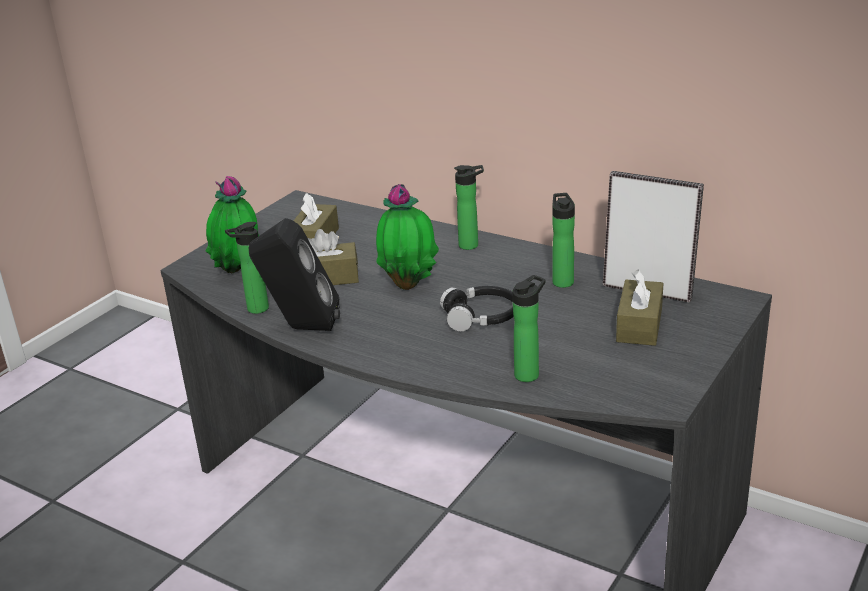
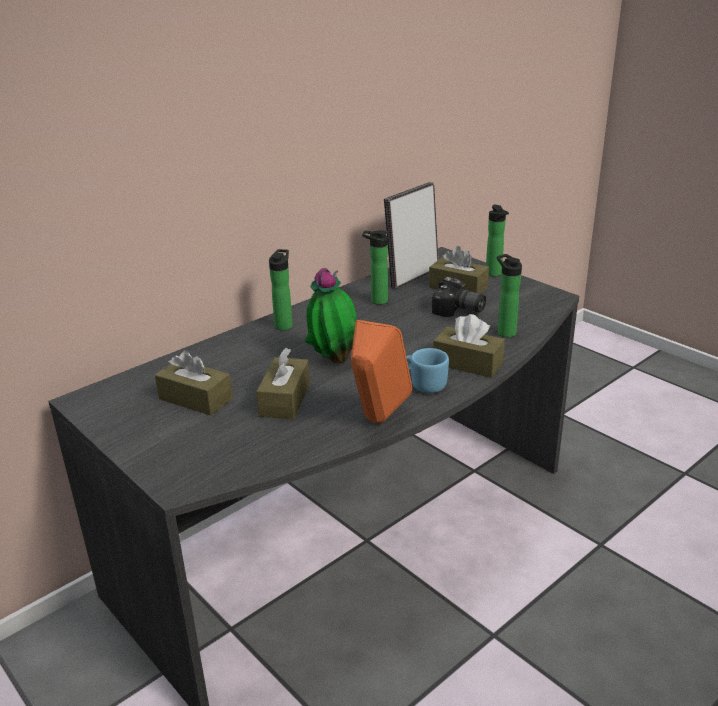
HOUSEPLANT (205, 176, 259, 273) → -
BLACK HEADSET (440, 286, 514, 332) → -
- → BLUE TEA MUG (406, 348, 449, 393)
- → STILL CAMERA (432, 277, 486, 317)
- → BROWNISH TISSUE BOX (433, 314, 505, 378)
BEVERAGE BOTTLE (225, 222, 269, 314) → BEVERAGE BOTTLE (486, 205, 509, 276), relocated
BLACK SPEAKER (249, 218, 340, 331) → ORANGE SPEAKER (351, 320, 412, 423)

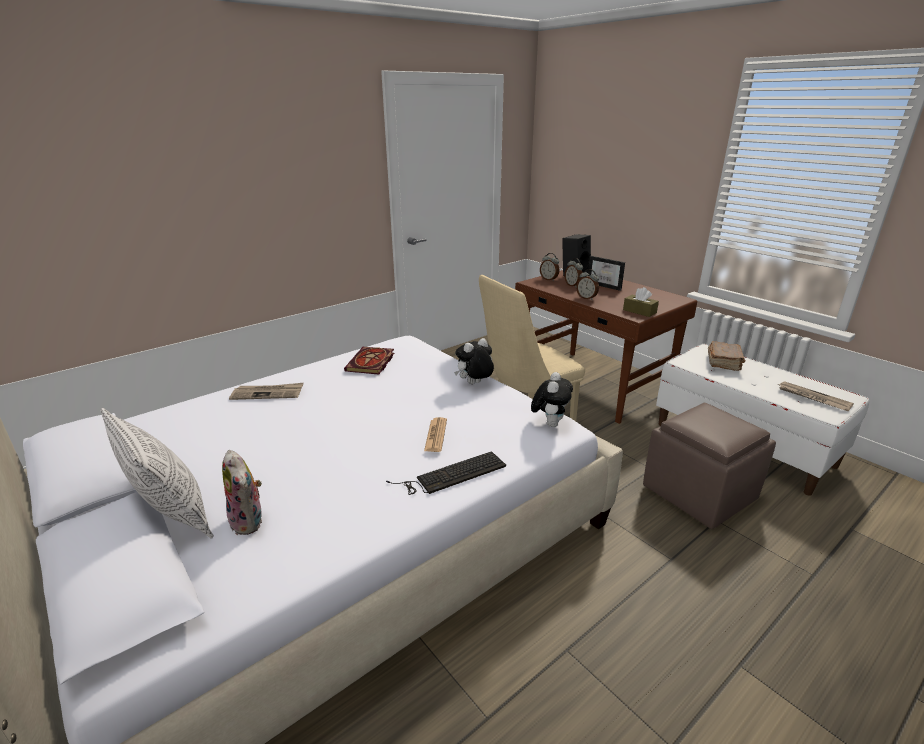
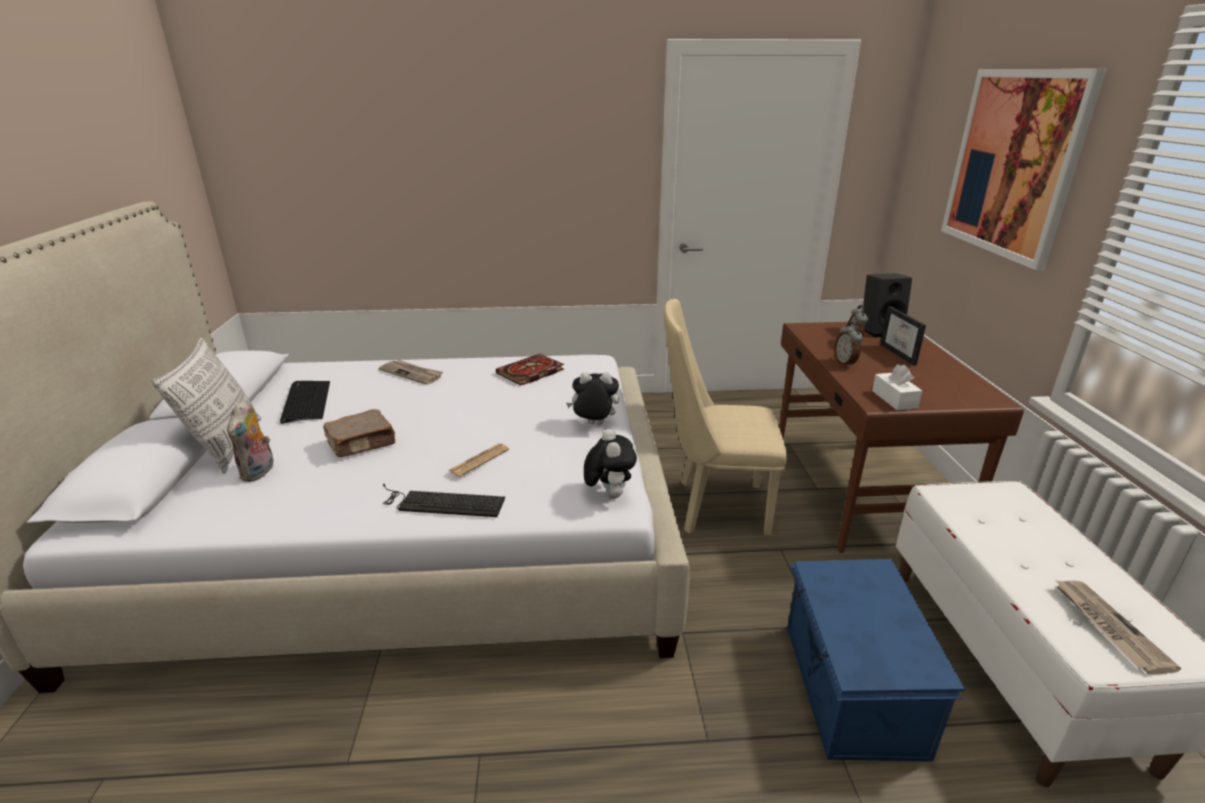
BEDSIDE CLOCK (540, 253, 559, 281) → -
- → COMPUTER KEYBOARD (280, 381, 330, 424)
- → PICTURE (941, 69, 1107, 270)
BROWNISH VOLUME (708, 341, 745, 371) → BROWNISH VOLUME (323, 409, 396, 457), relocated
BROWNISH POUFFE (643, 403, 776, 529) → BLUE STORAGE BOX (787, 559, 965, 762)
BROWNISH TISSUE BOX (623, 287, 659, 317) → WHITISH TISSUE BOX (872, 364, 922, 410)
CUDDLY TOY (531, 372, 573, 427) → CUDDLY TOY (584, 429, 637, 499), 60 degrees counterclockwise

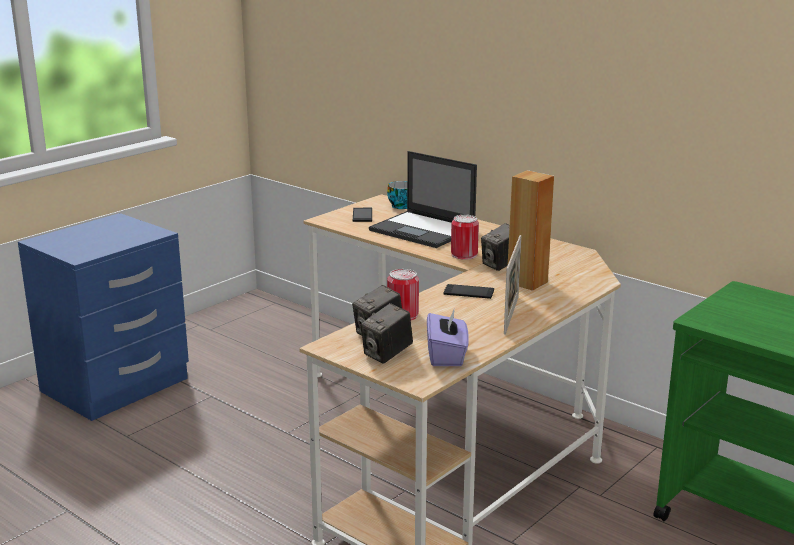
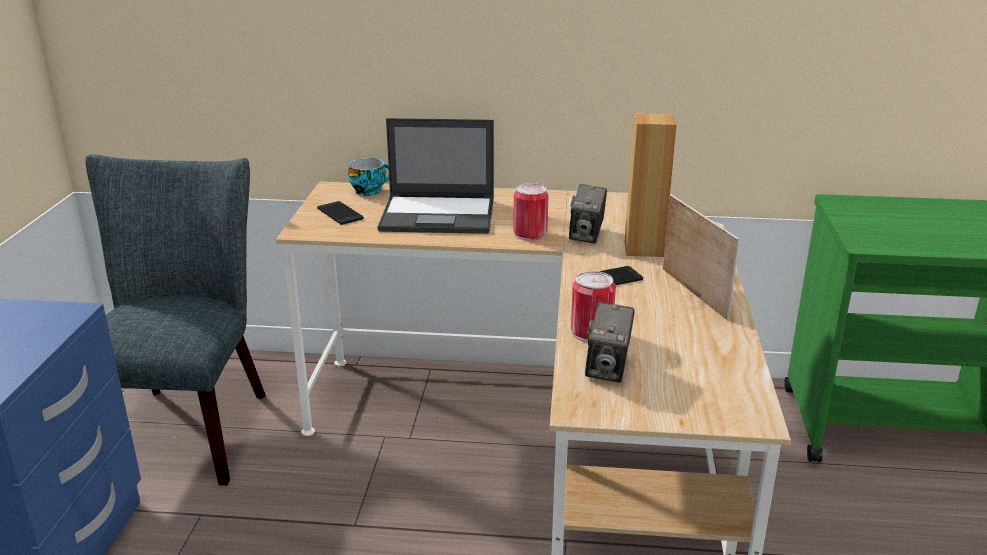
STILL CAMERA (361, 303, 413, 364) → -
PURPLISH TISSUE BOX (427, 307, 469, 366) → -
- → GREY UPRIGHT CHAIR (85, 154, 266, 486)

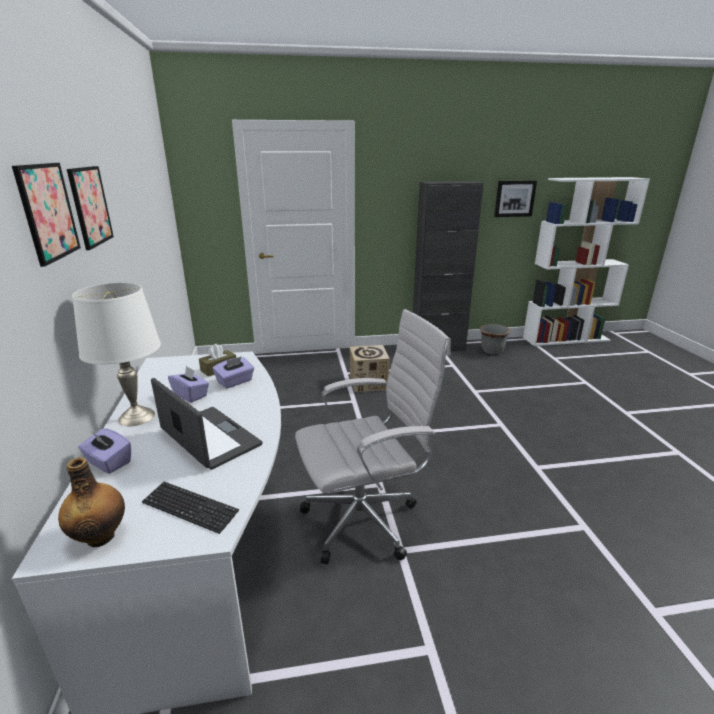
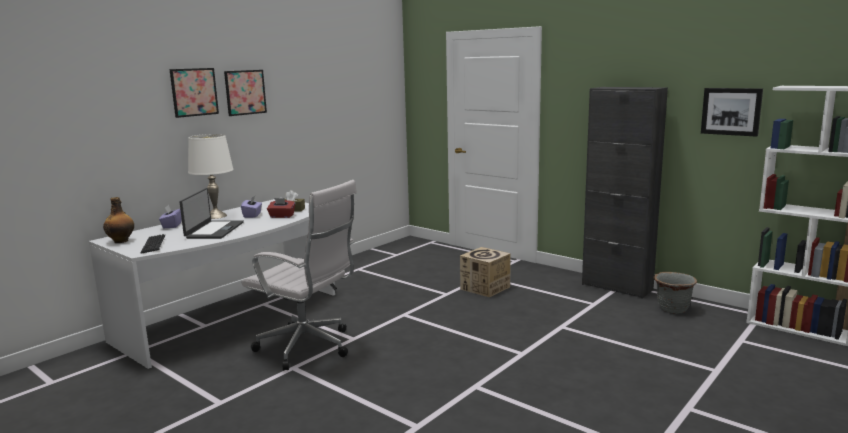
PURPLISH TISSUE BOX (212, 357, 254, 388) → REDDISH TISSUE BOX (267, 198, 295, 218)

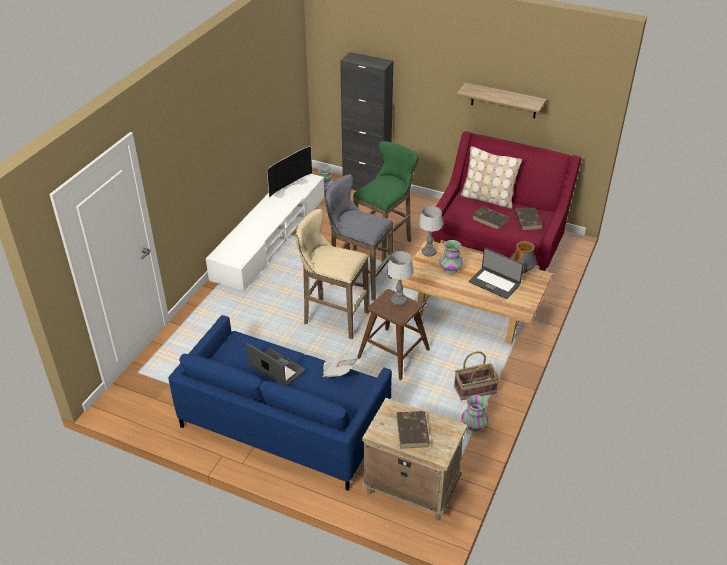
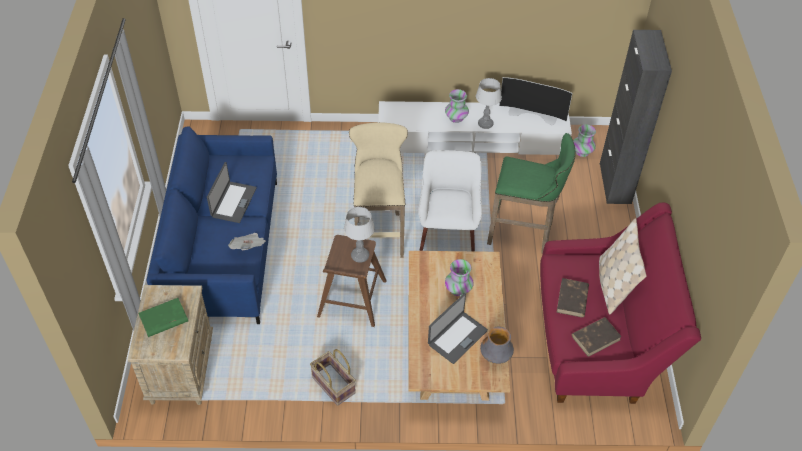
WALL SHELF (456, 83, 547, 118) → -
TABLE LAMP (418, 206, 443, 256) → TABLE LAMP (476, 78, 502, 129), relocated
VASE (462, 395, 488, 431) → VASE (445, 89, 469, 123), relocated
GREY STOOL SEAT (325, 174, 393, 301) → WHITISH LOUNGE CHAIR (419, 150, 482, 251)
BROWNISH VOLUME (396, 411, 430, 449) → GREENISH VOLUME (138, 298, 188, 337)
NOTEBOOK COMPUTER (469, 248, 524, 299) → NOTEBOOK COMPUTER (428, 293, 488, 364), 150 degrees counterclockwise

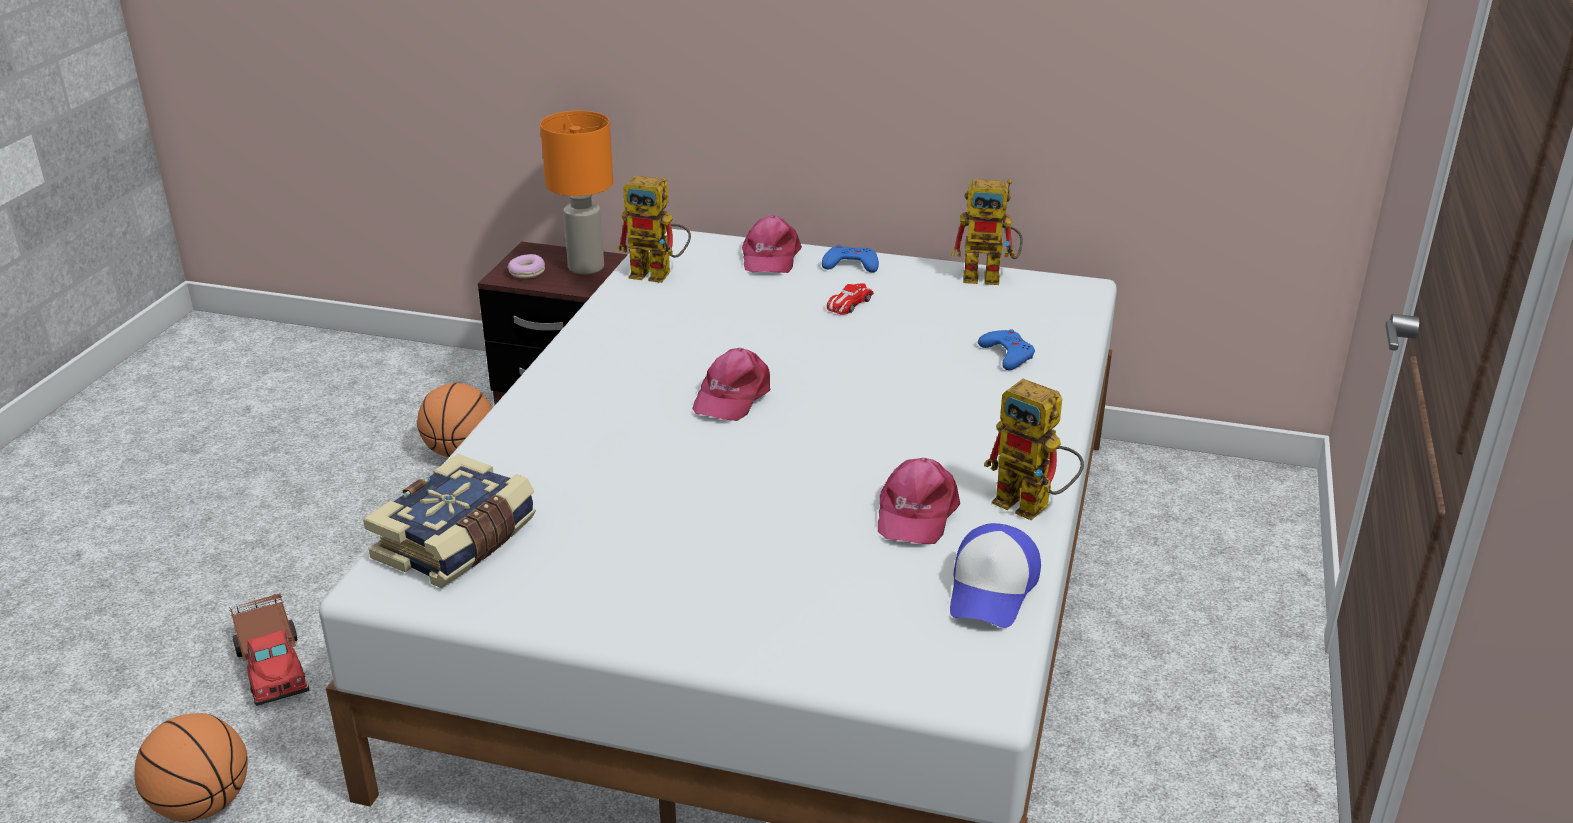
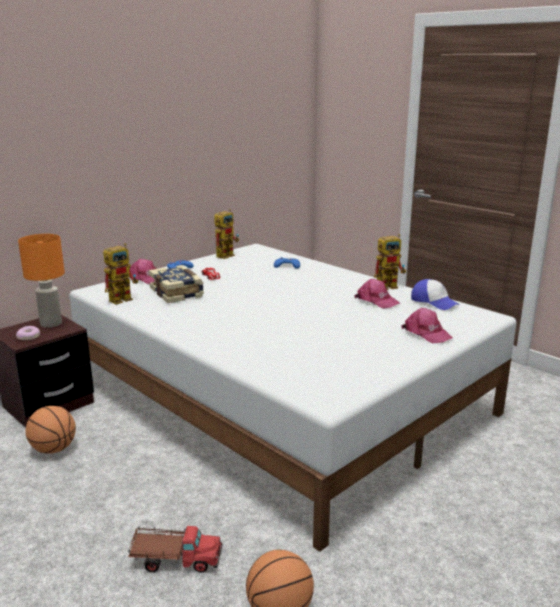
VOLUME (363, 454, 536, 588) → VOLUME (149, 265, 204, 303), relocated
PINK-COLOURED BASEBALL CAP (692, 348, 771, 421) → PINK-COLOURED BASEBALL CAP (402, 308, 453, 343), relocated

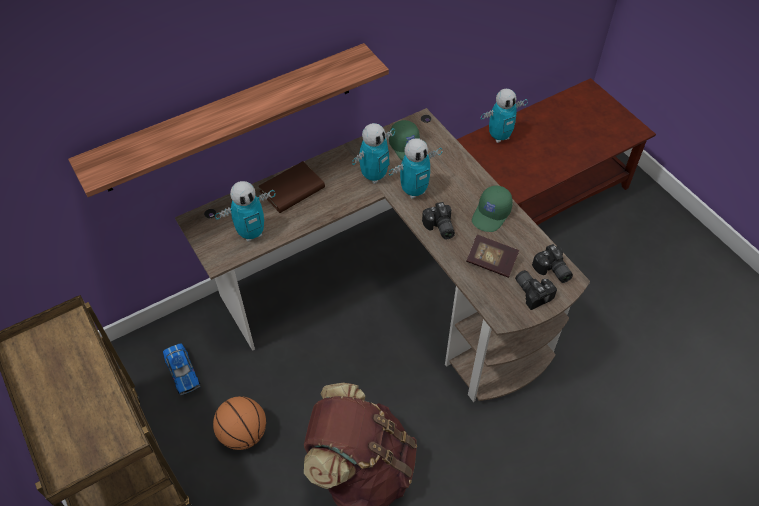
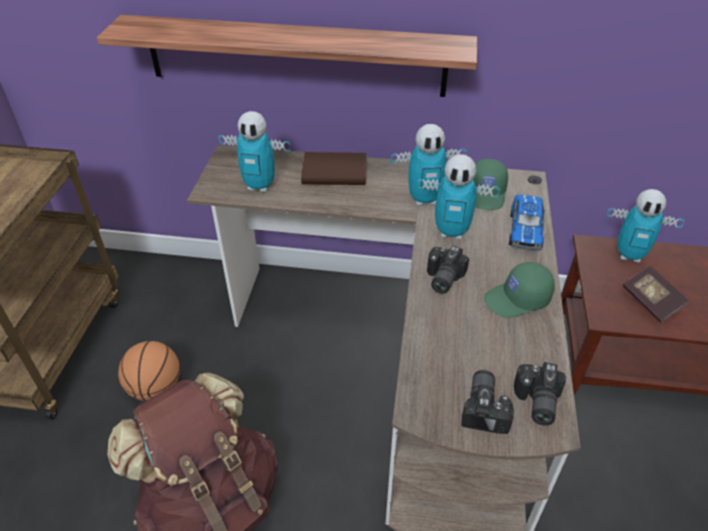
TOY CAR (163, 343, 200, 396) → TOY CAR (509, 195, 545, 250), relocated
VOLUME (466, 235, 519, 278) → VOLUME (623, 266, 689, 323), relocated

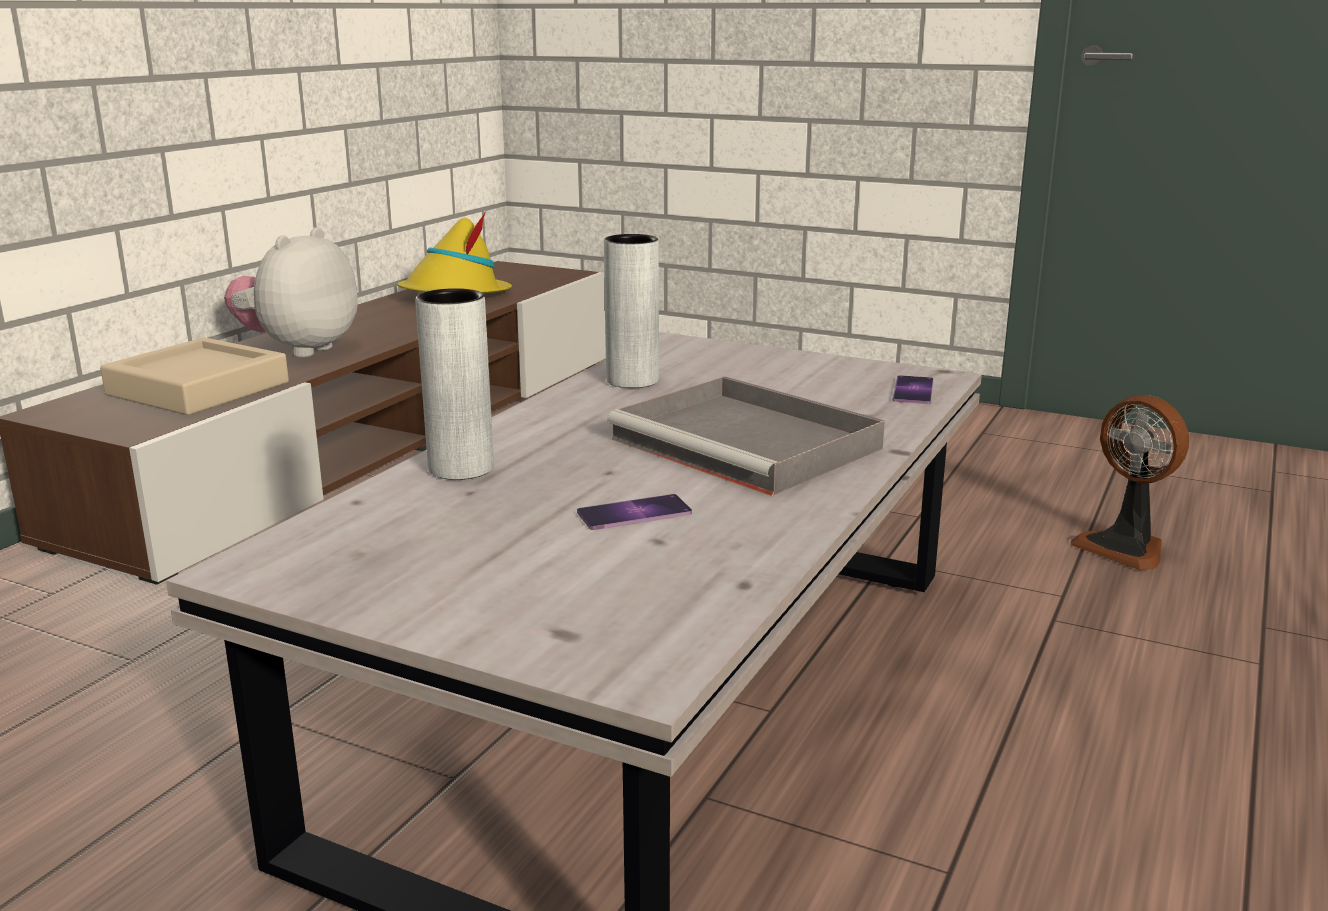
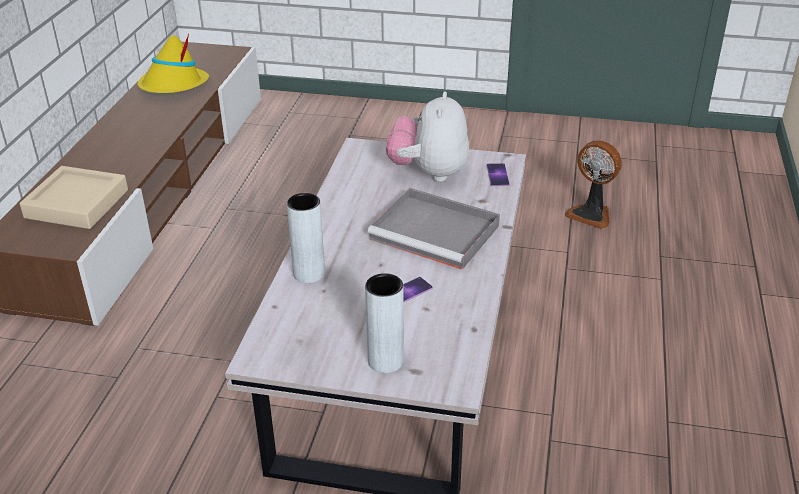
CUDDLY TOY (224, 227, 358, 358) → CUDDLY TOY (386, 91, 469, 182), relocated
GREY VASE (604, 234, 659, 388) → GREY VASE (365, 273, 404, 373), relocated

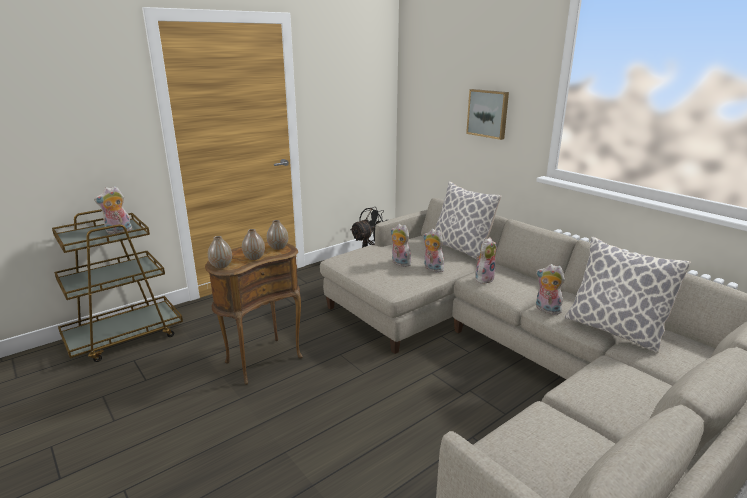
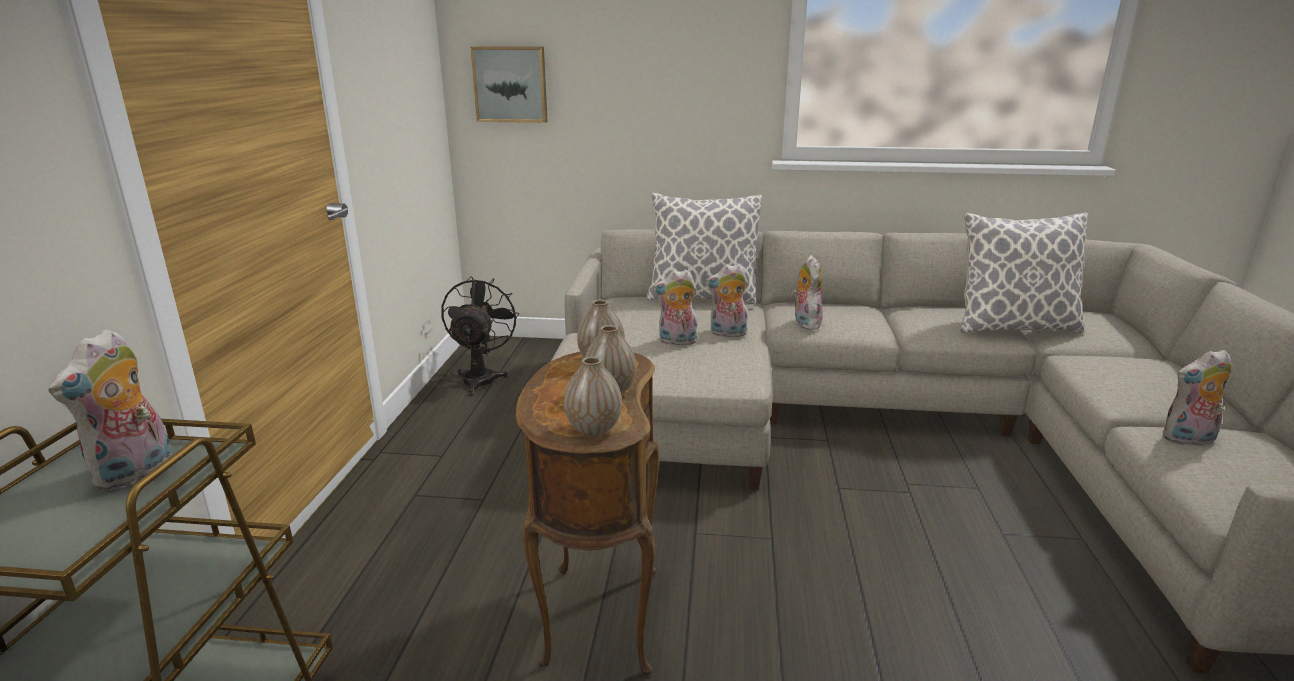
PICTURE (466, 89, 509, 140) → PICTURE (471, 46, 548, 123), relocated
CUDDLY TOY (536, 264, 565, 315) → CUDDLY TOY (1162, 350, 1232, 446), relocated

